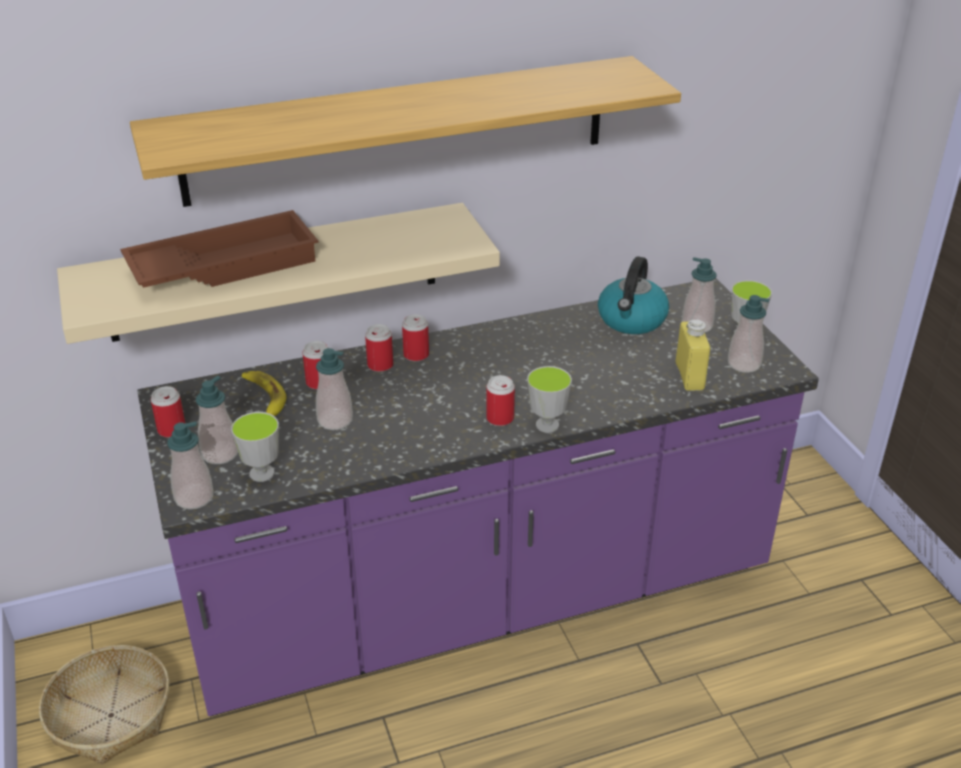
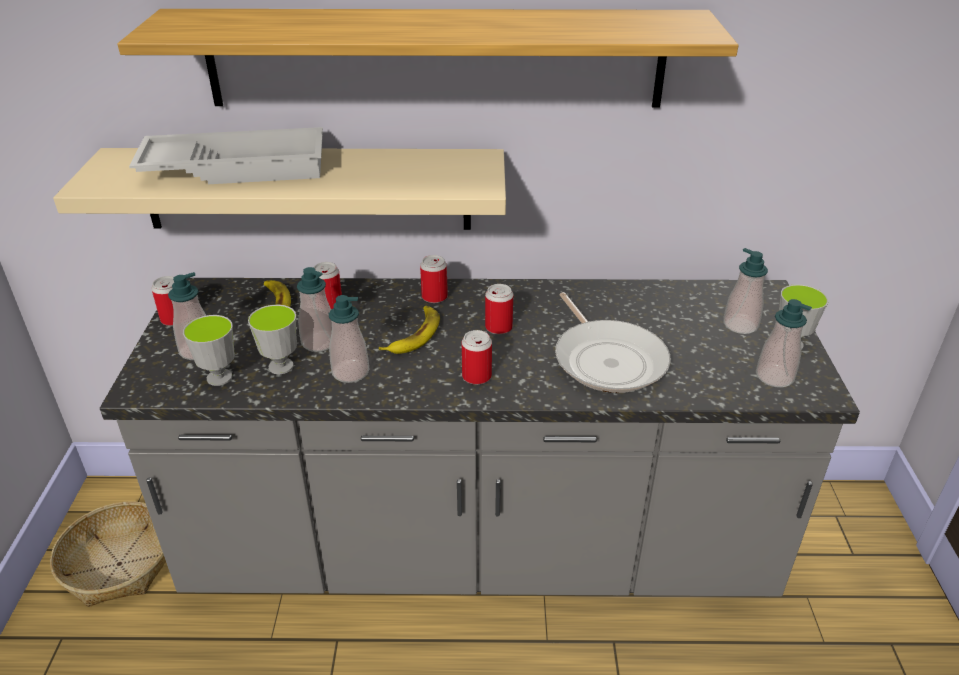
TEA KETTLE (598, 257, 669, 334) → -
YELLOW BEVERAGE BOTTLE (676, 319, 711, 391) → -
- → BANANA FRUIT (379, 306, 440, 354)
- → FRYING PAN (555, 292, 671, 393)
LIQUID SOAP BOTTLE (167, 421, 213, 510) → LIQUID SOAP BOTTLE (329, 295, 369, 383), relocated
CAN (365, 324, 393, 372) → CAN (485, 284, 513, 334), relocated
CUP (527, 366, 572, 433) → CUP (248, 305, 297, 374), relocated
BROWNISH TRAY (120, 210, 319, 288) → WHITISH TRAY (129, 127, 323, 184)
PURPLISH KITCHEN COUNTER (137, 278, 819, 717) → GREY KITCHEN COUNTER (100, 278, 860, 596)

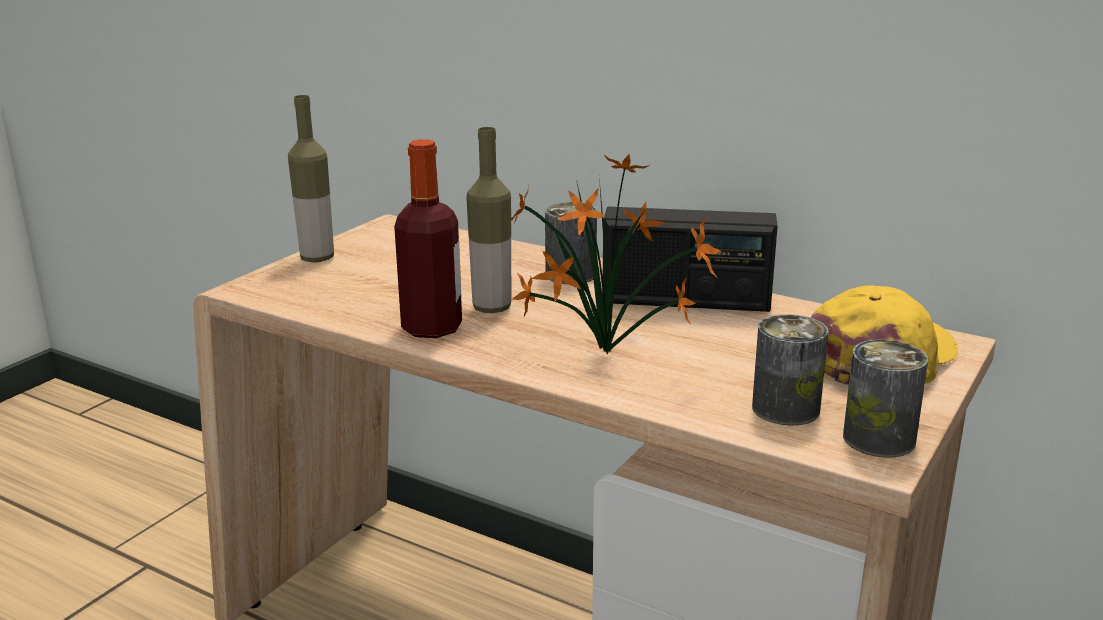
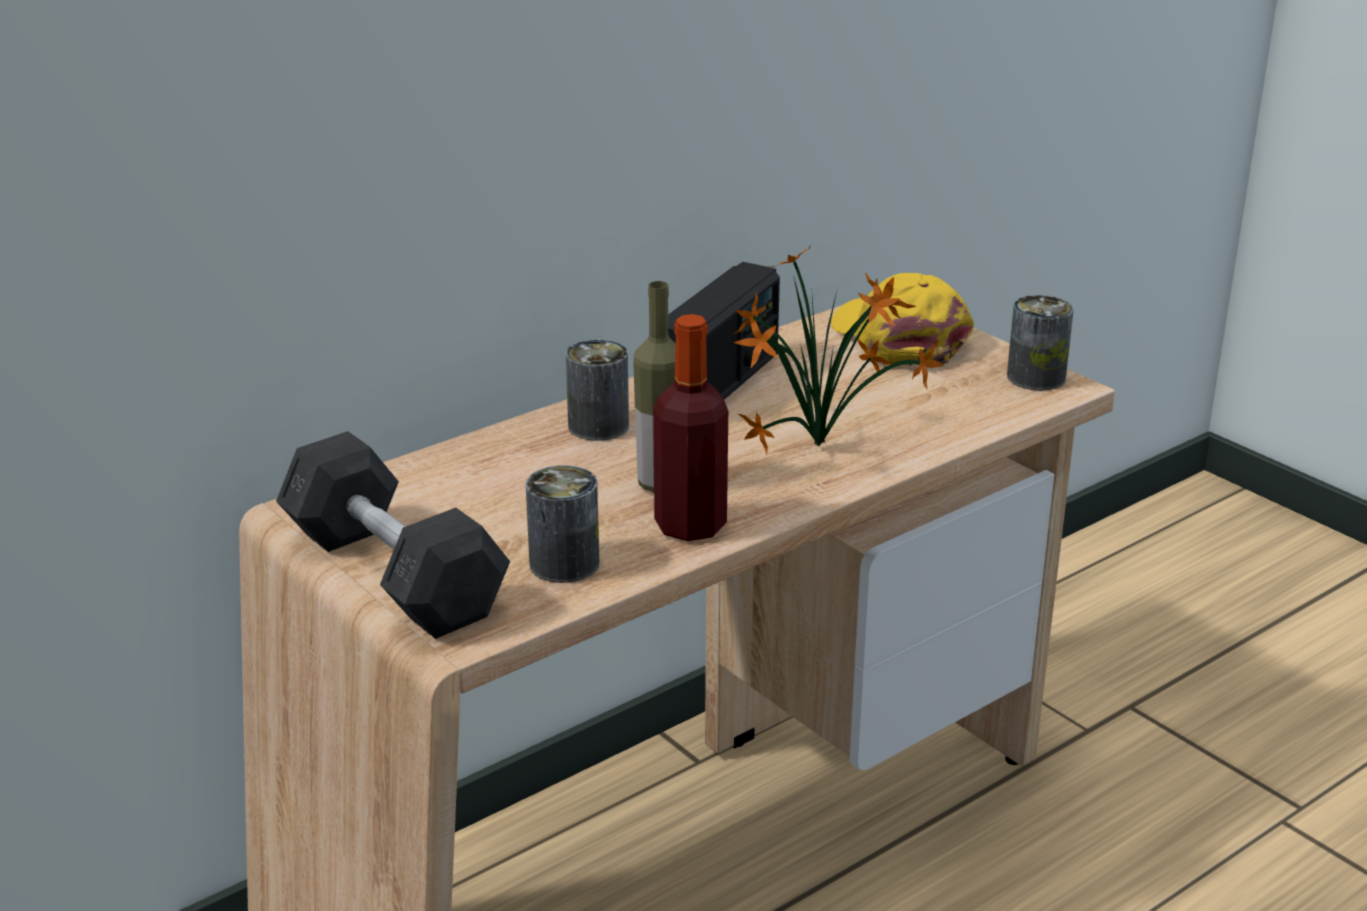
CAN (752, 314, 828, 426) → CAN (526, 465, 599, 583), relocated
BEVERAGE BOTTLE (288, 95, 334, 262) → GREY DUMBBELL (276, 431, 510, 639)

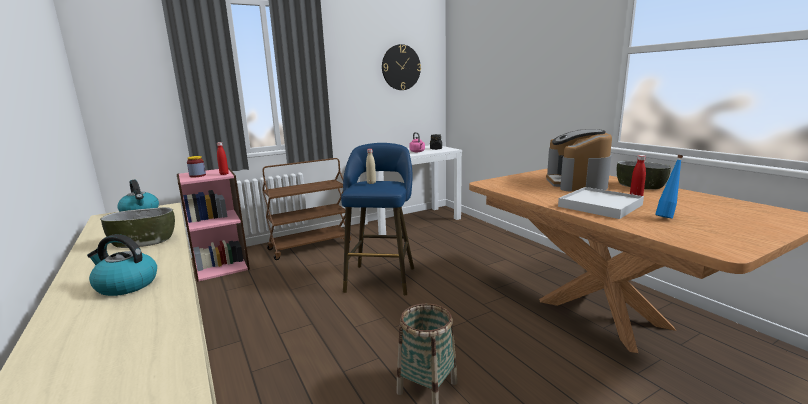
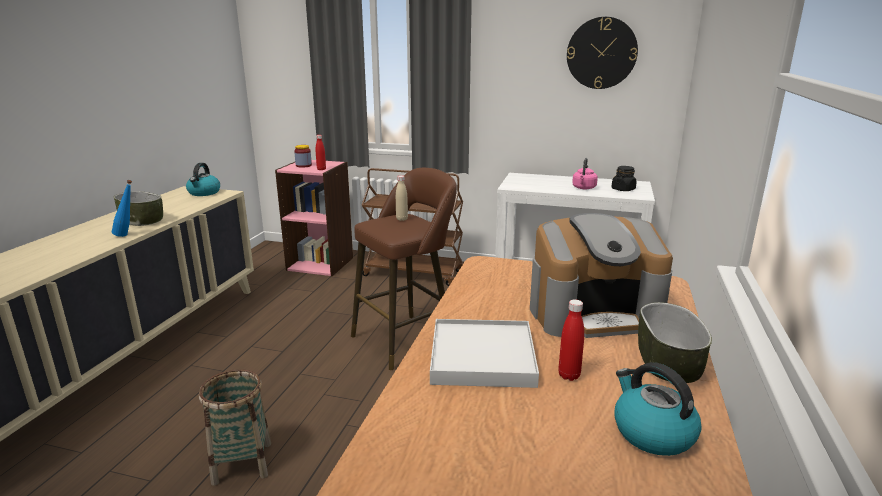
TEA KETTLE (87, 234, 157, 296) → TEA KETTLE (614, 362, 702, 456), relocated
BLUE BEVERAGE BOTTLE (655, 155, 683, 219) → BLUE BEVERAGE BOTTLE (112, 180, 132, 237), relocated
BLUE STOOL SEAT (341, 143, 414, 295) → BROWNISH STOOL SEAT (351, 168, 457, 370)
COFFEE MAKER (546, 129, 612, 192) → COFFEE MAKER (530, 213, 673, 338), 150 degrees counterclockwise

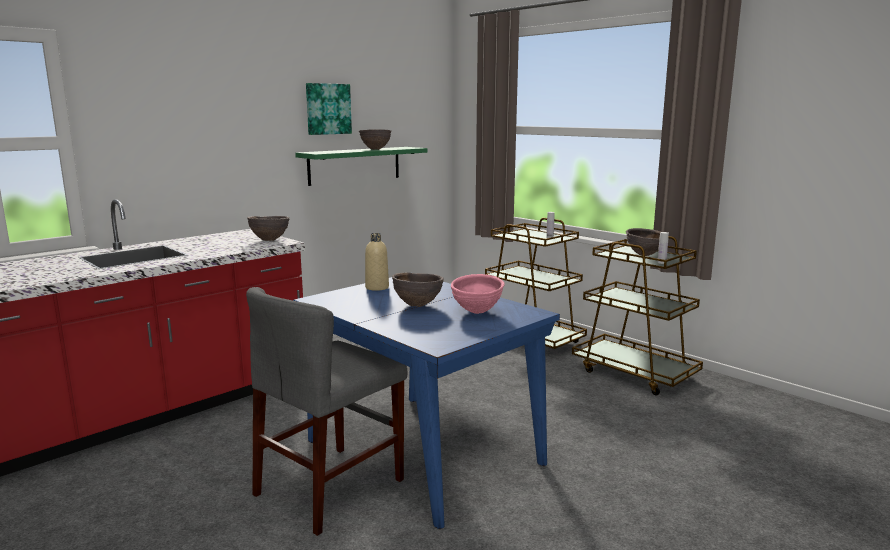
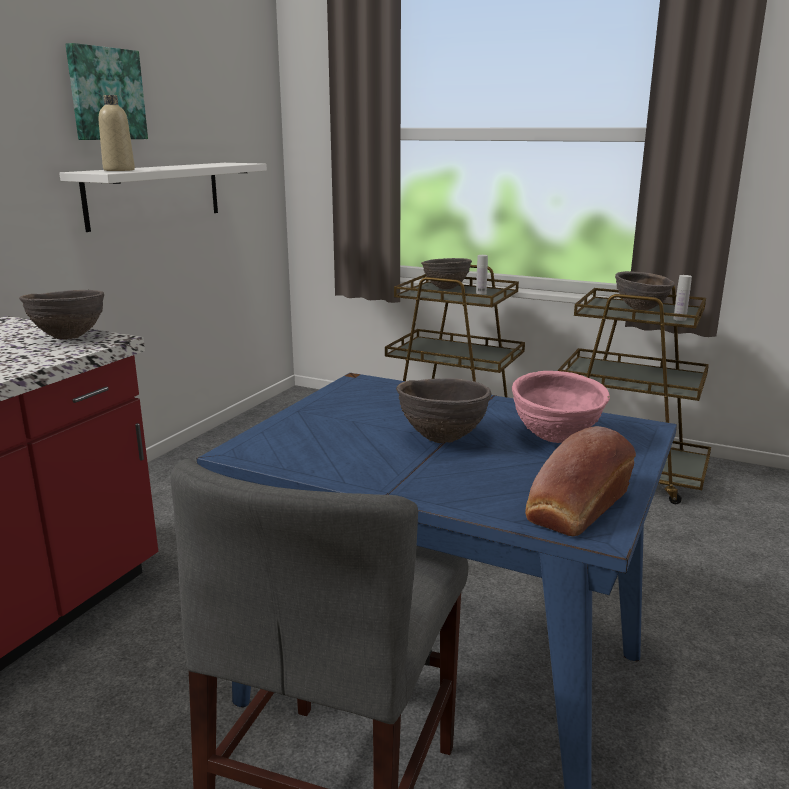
- → BAKED BREAD (525, 426, 636, 536)
BROWNISH SERVING BOWL (359, 130, 391, 150) → BROWNISH SERVING BOWL (421, 258, 472, 290), relocated
SAND-COLOURED BEVERAGE BOTTLE (365, 233, 389, 291) → SAND-COLOURED BEVERAGE BOTTLE (99, 95, 135, 171), relocated
GREENISH WALL SHELF (295, 147, 428, 186) → WHITISH WALL SHELF (59, 163, 267, 232)

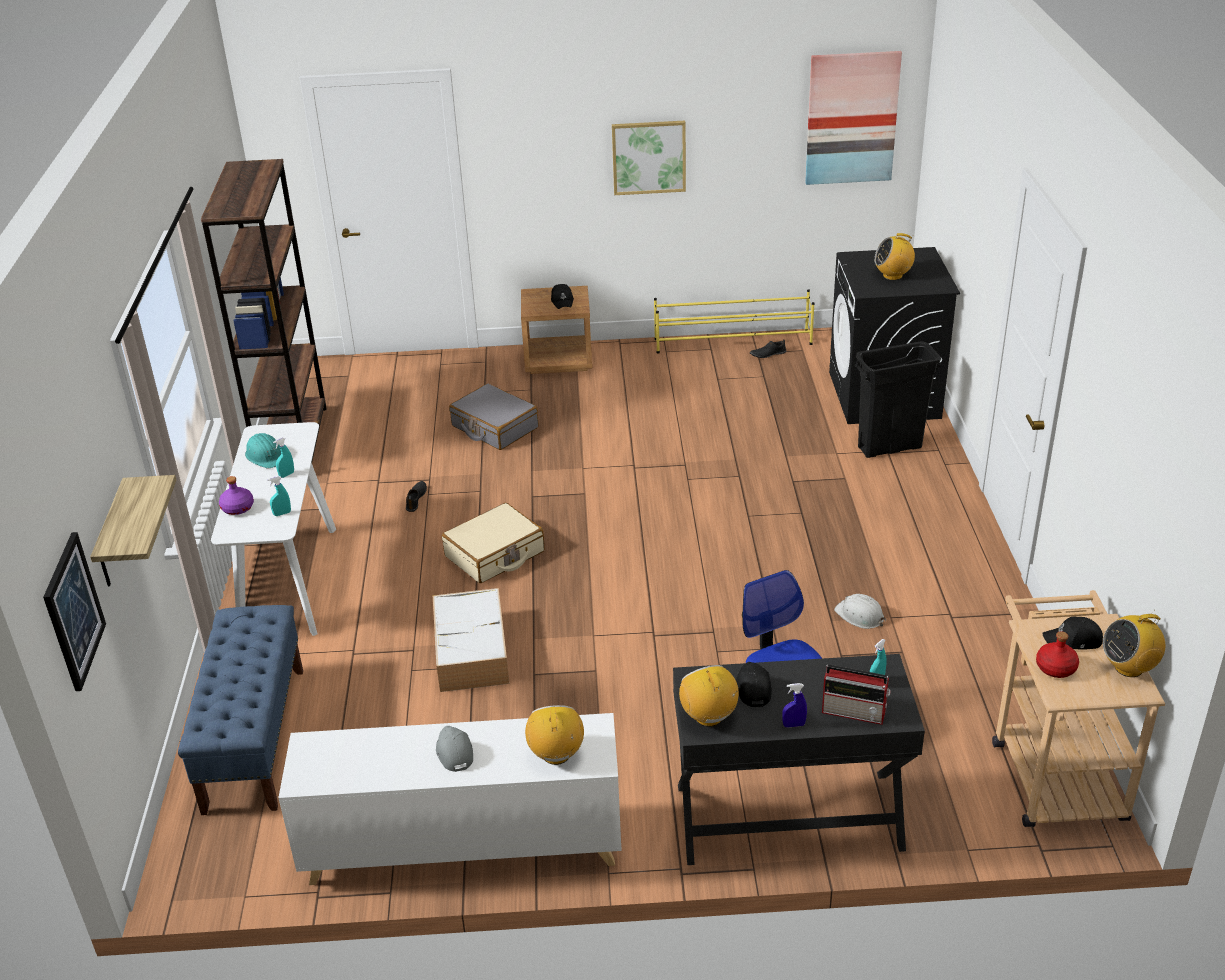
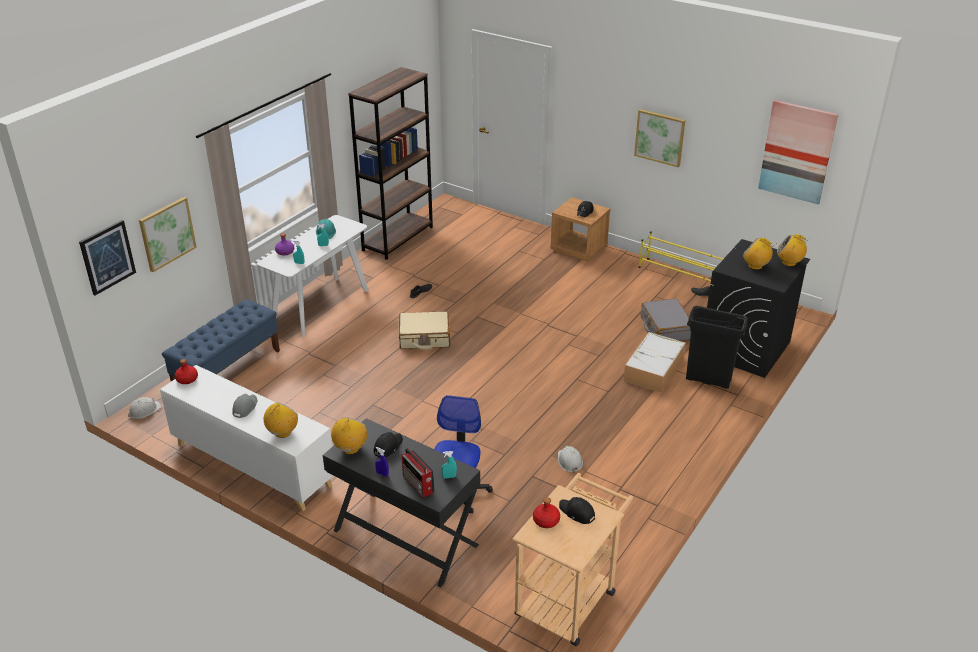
- → WHITISH WORK HELMET (128, 397, 162, 419)
- → REDDISH BEVERAGE BOTTLE (175, 359, 198, 384)
STORAGE BOX (433, 588, 510, 692) → STORAGE BOX (624, 332, 686, 393), relocated
GREY PIECE OF LUGGAGE (449, 383, 538, 450) → GREY PIECE OF LUGGAGE (641, 298, 691, 341), relocated
RADIO (1103, 610, 1165, 677) → RADIO (777, 234, 810, 266), relocated
WALL SHELF (90, 475, 176, 587) → PICTURE (139, 197, 197, 272)

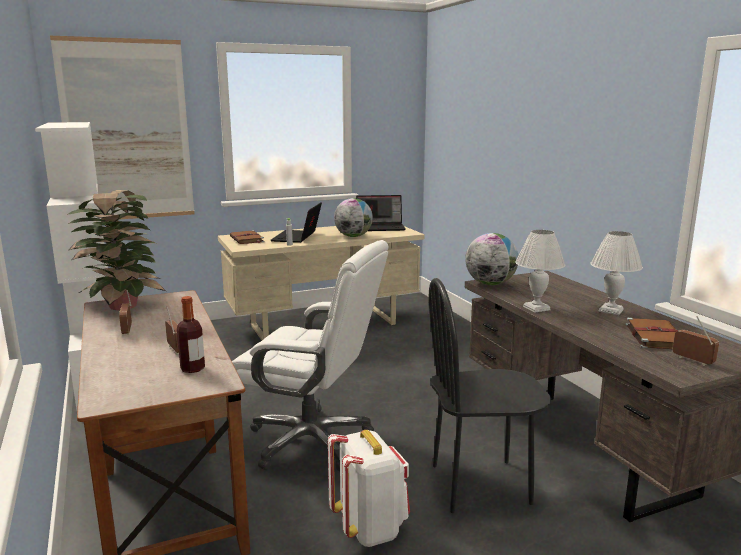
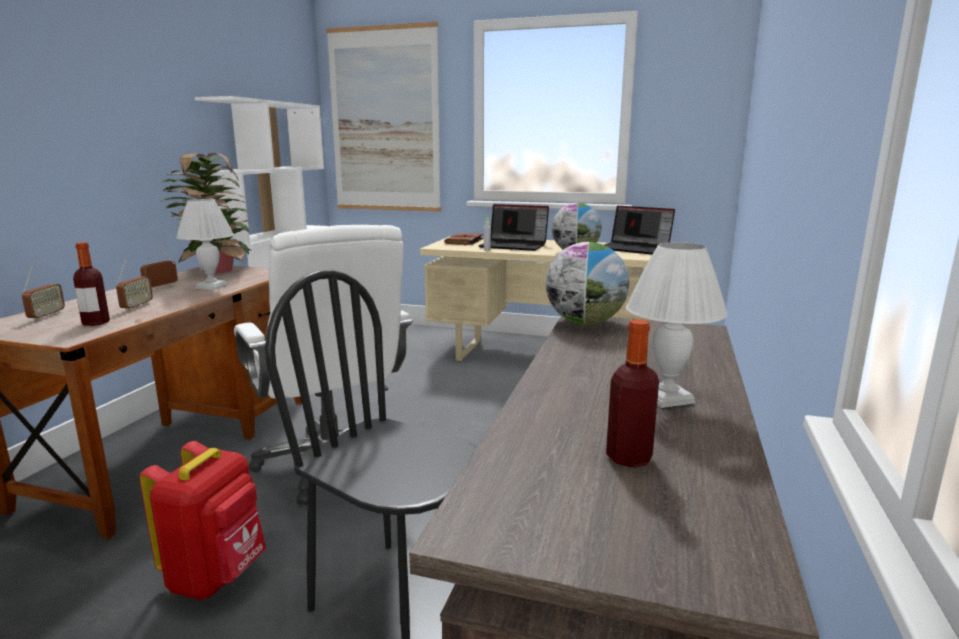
WHITISH TABLE LAMP (515, 230, 565, 313) → WHITISH TABLE LAMP (176, 199, 234, 290), relocated
RADIO (673, 316, 719, 366) → RADIO (22, 265, 65, 320), relocated
BROWNISH VOLUME (626, 318, 678, 349) → BEVERAGE BOTTLE (606, 319, 659, 467)
WHITISH BACKPACK (328, 430, 410, 547) → REDDISH BACKPACK (139, 441, 266, 600)
NOTEBOOK COMPUTER (271, 203, 322, 243) → NOTEBOOK COMPUTER (478, 204, 549, 251), 120 degrees counterclockwise

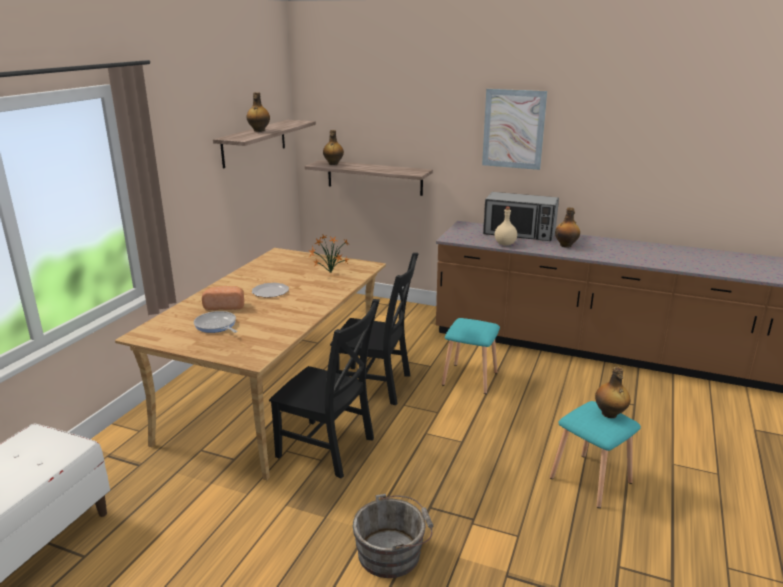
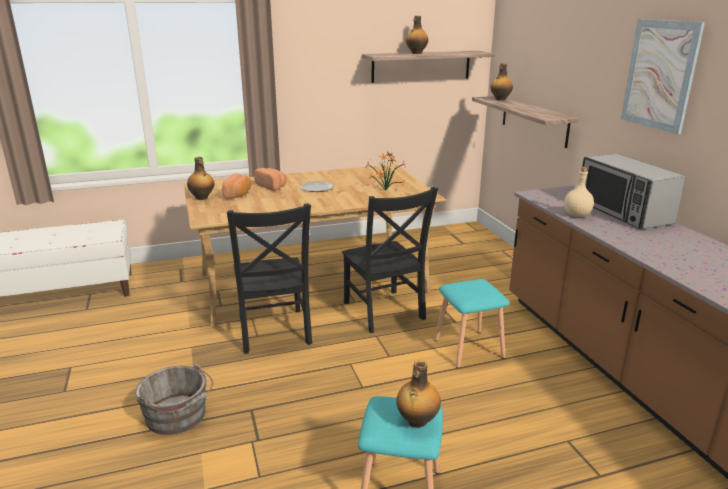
BEVERAGE BOTTLE (555, 207, 580, 248) → BEVERAGE BOTTLE (187, 157, 214, 200), relocated
FRYING PAN (194, 311, 238, 333) → BAKED BREAD (222, 174, 251, 199)

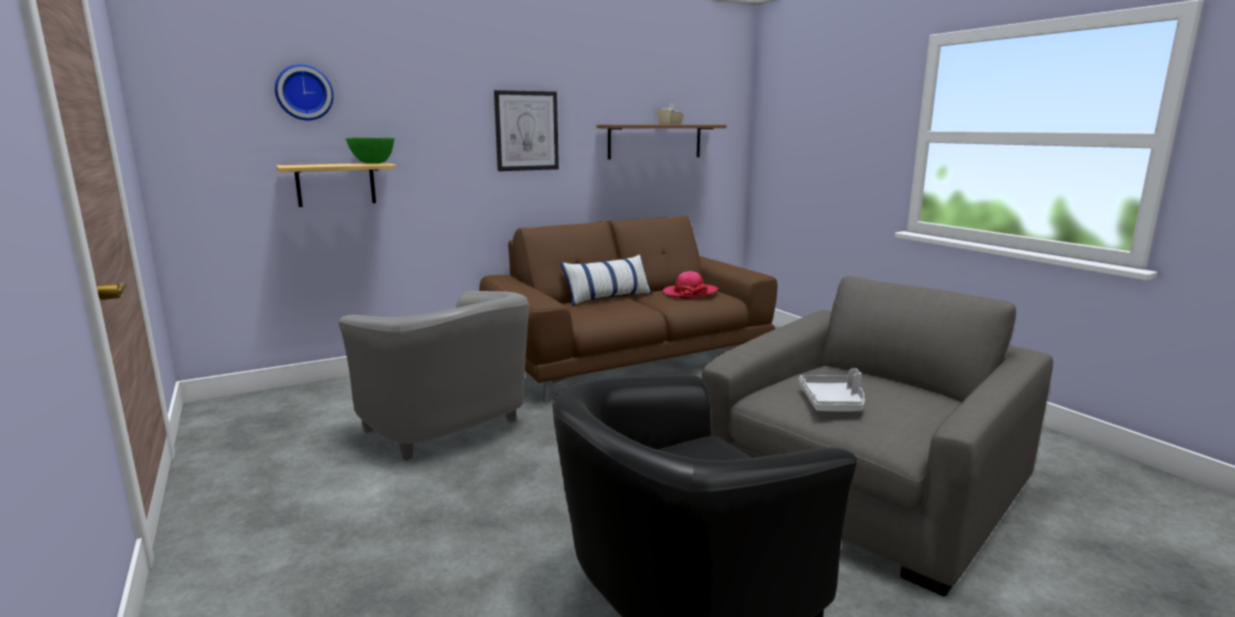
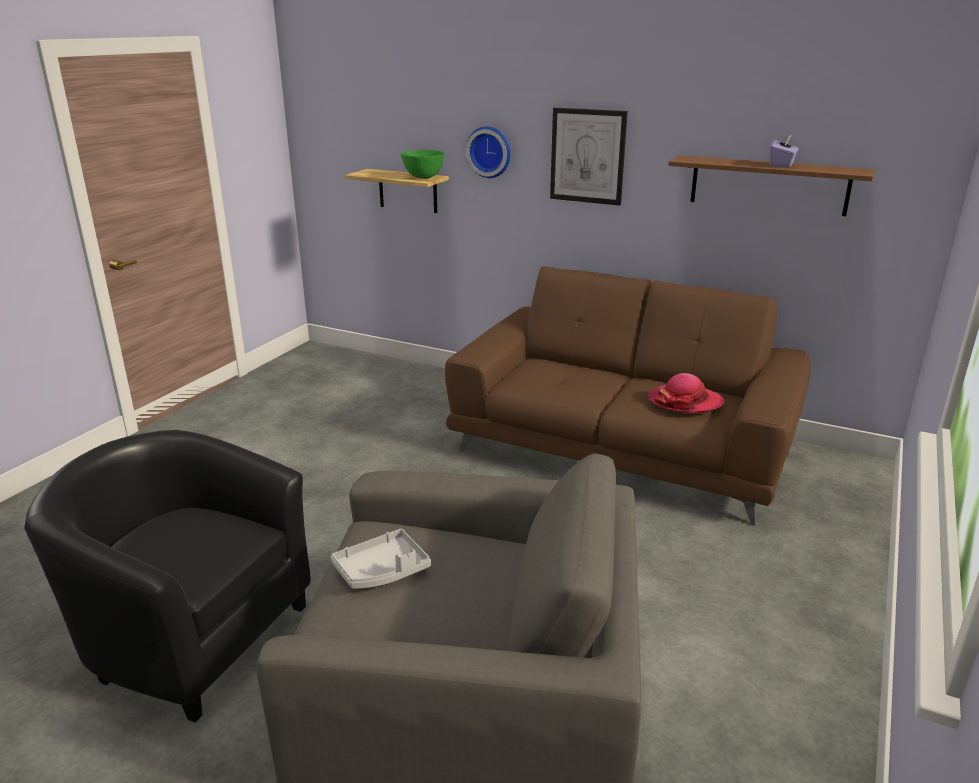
GREY LOUNGE CHAIR (338, 291, 529, 461) → -
PILLOW (560, 254, 652, 306) → -
WALL CLOCK (275, 64, 334, 120) → WALL CLOCK (466, 126, 511, 178), relocated
SAND-COLOURED TISSUE BOX (657, 103, 684, 125) → PURPLISH TISSUE BOX (769, 135, 799, 168)

